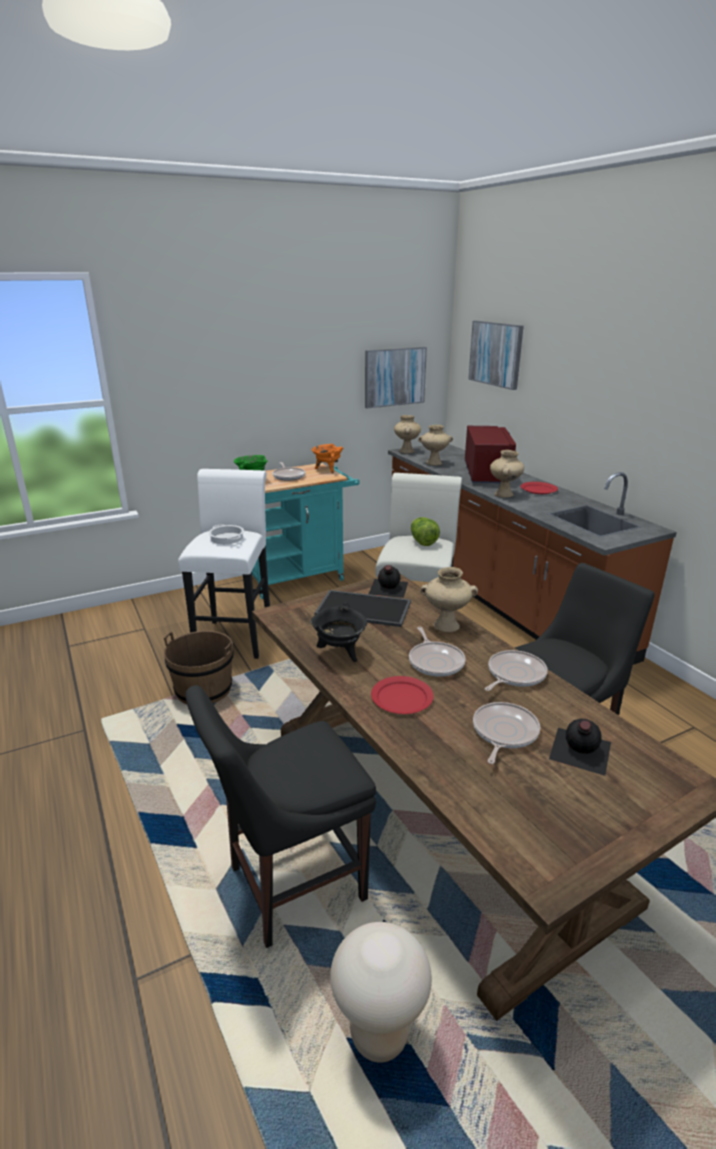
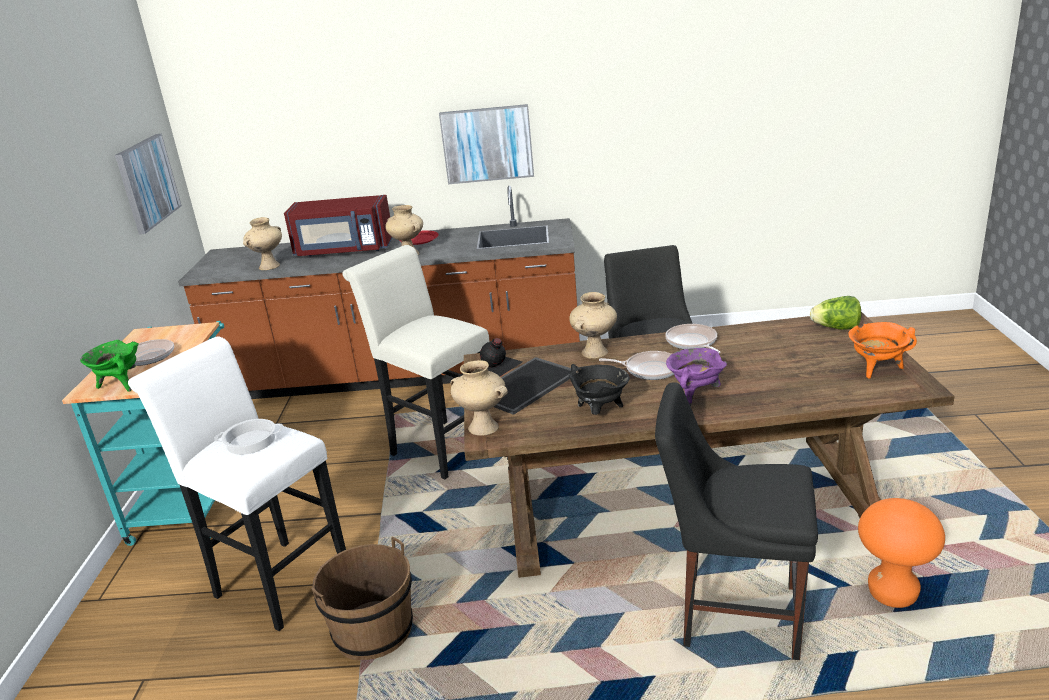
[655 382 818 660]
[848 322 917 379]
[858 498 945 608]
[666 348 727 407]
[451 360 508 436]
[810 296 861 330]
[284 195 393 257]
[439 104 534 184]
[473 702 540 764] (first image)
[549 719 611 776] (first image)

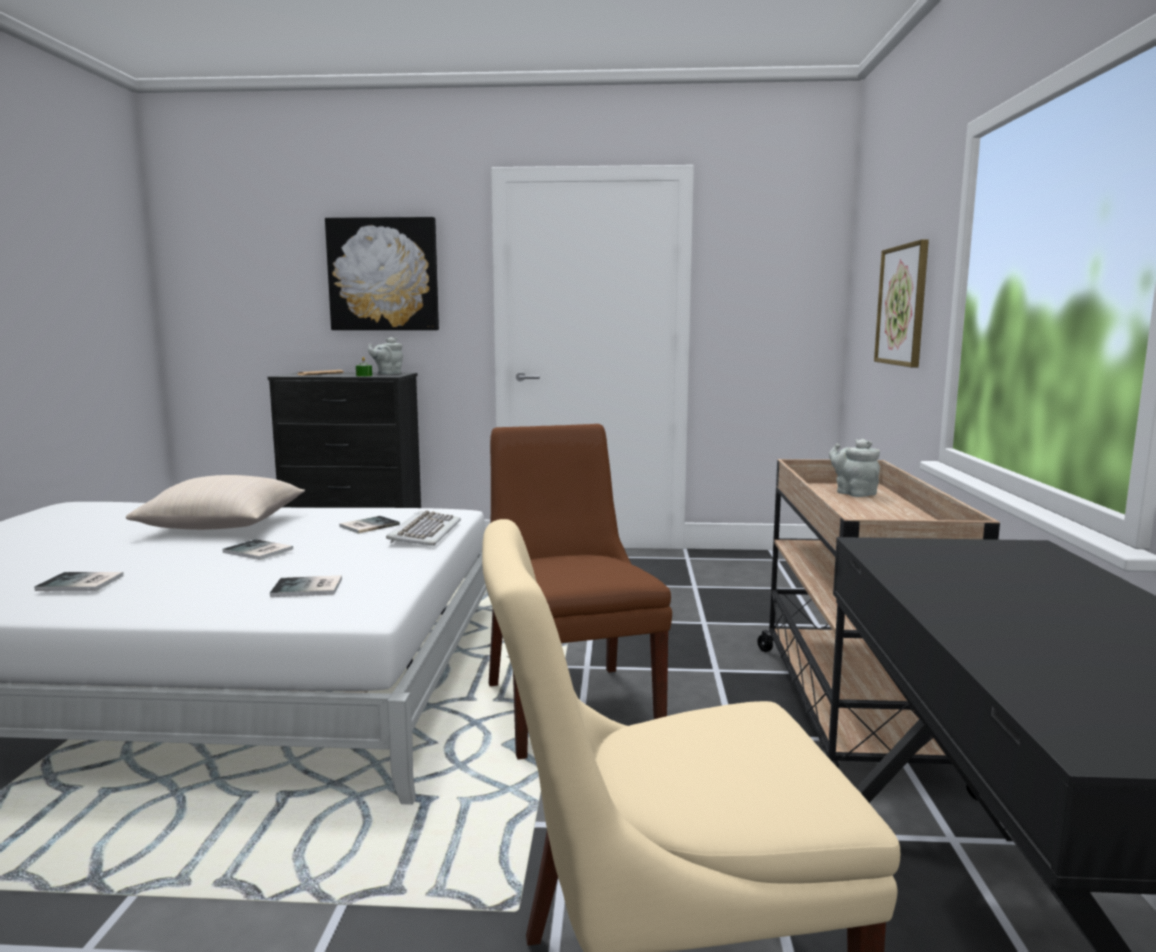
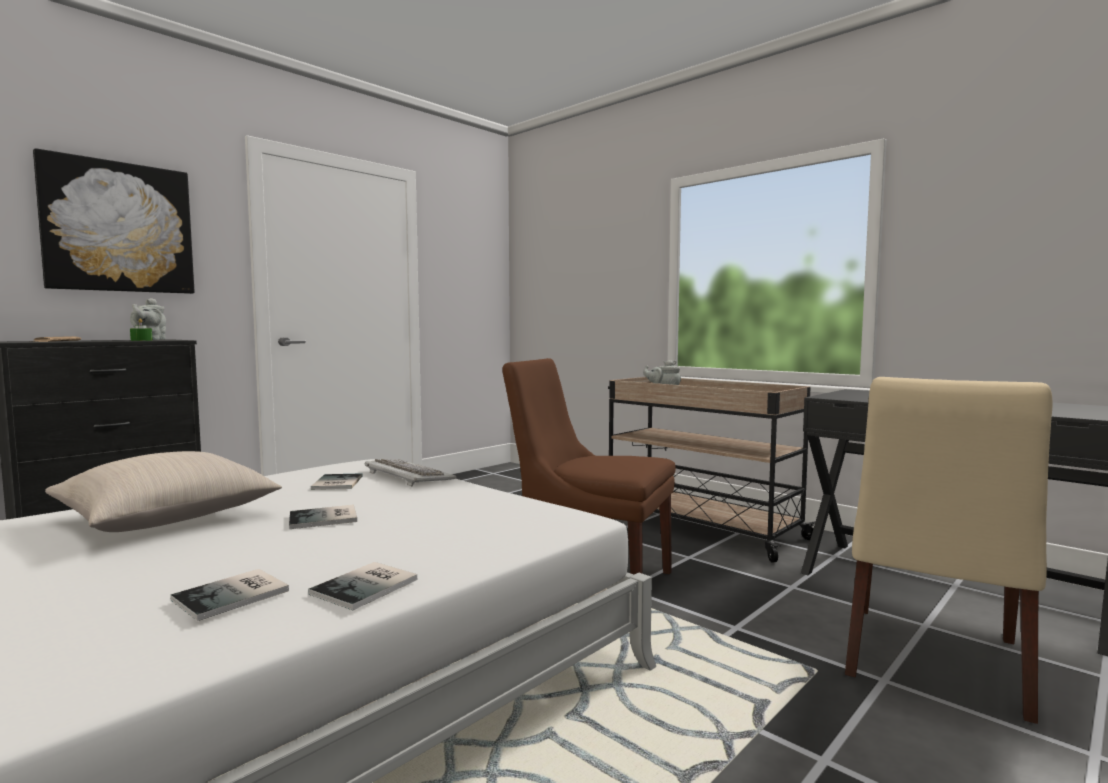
[308 562 417 610]
[874 239 929 367] (first image)

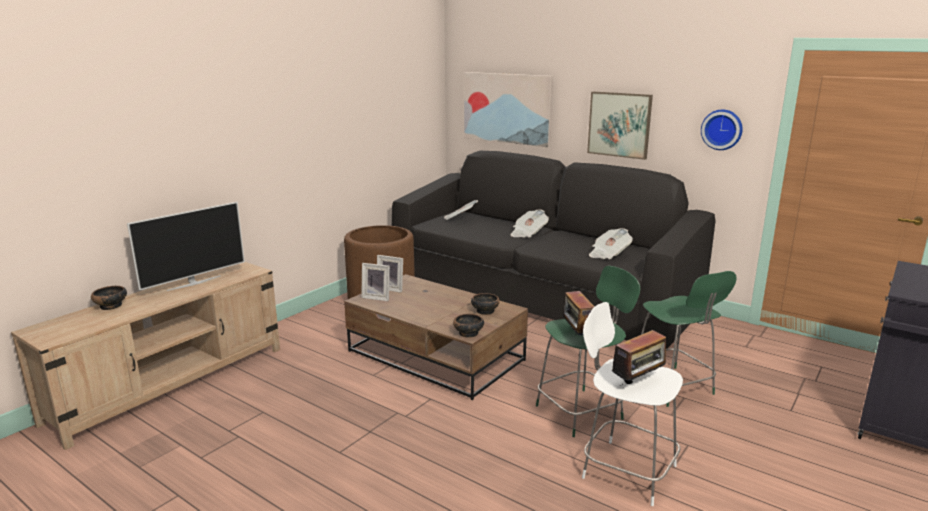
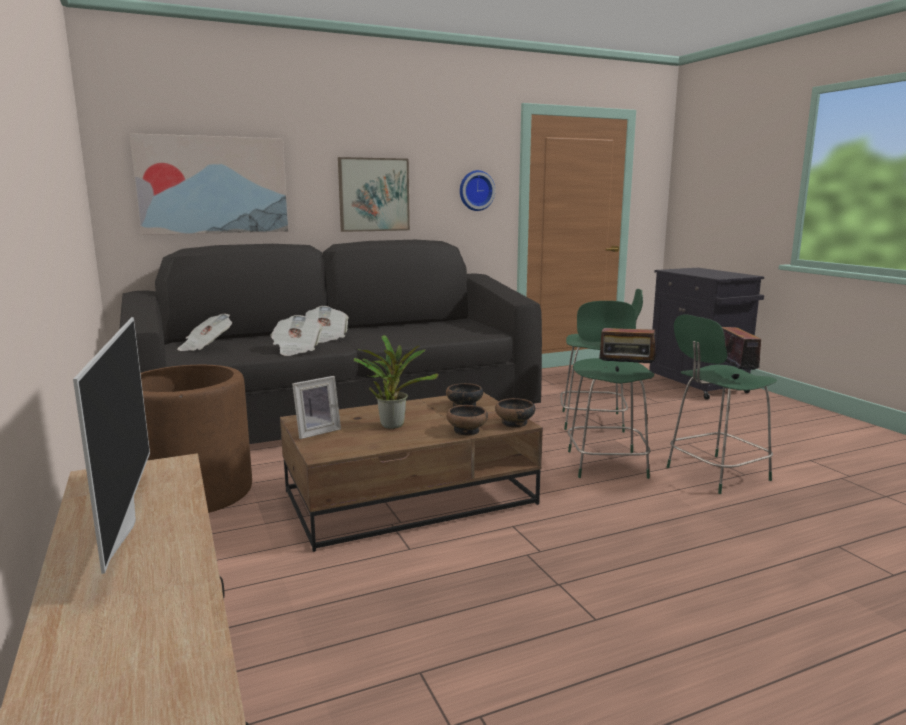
[446 405 488 435]
[361 263 390 301] (first image)
[667 315 777 494]
[270 315 323 356]
[354 335 438 429]

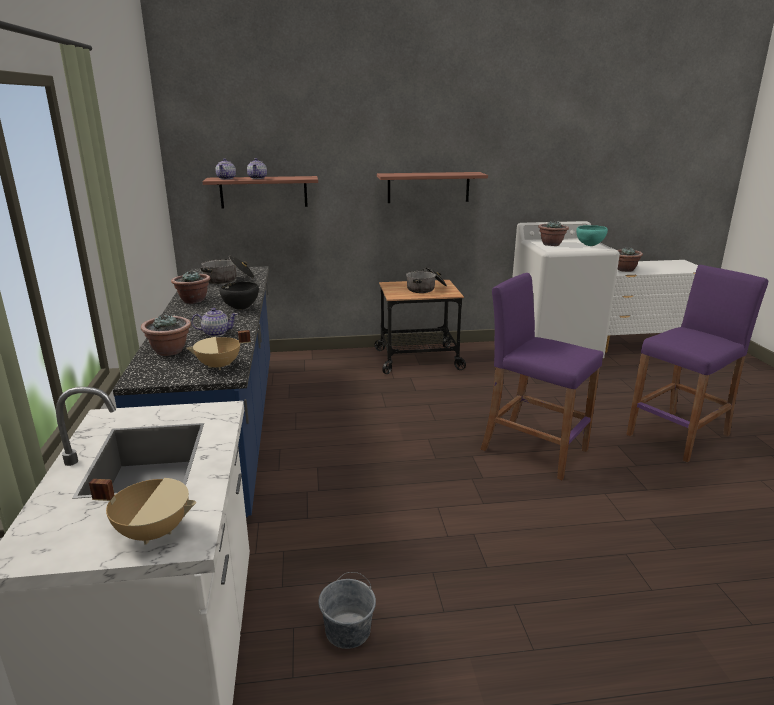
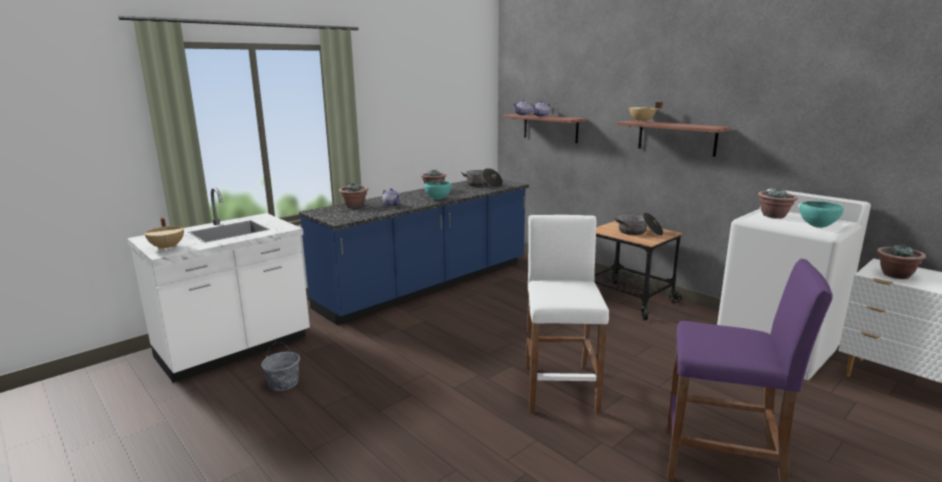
[628 102 663 122]
[424 181 452 200]
[526 215 609 414]

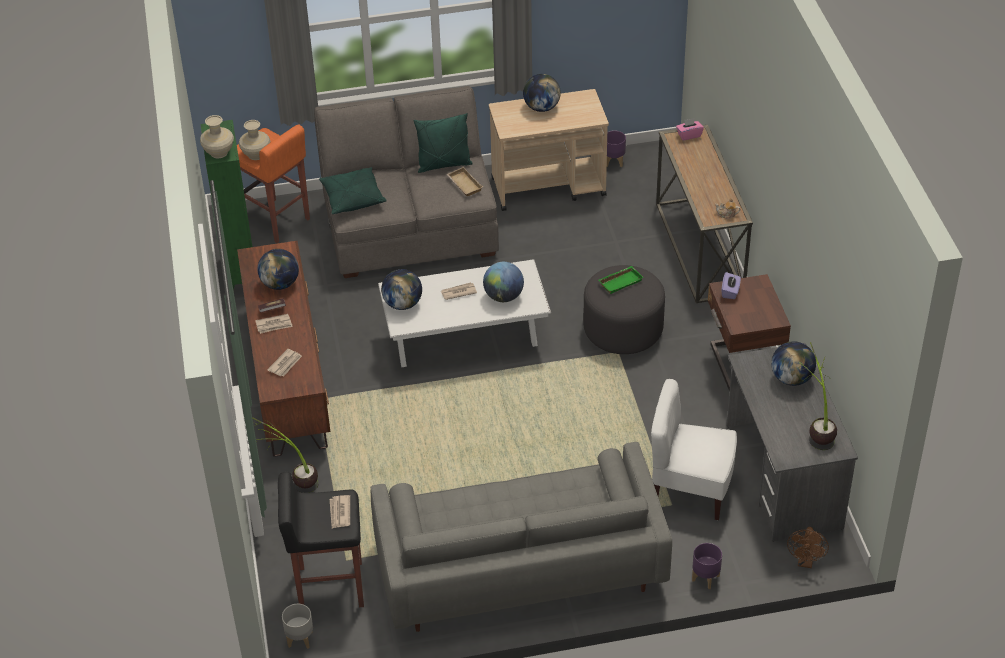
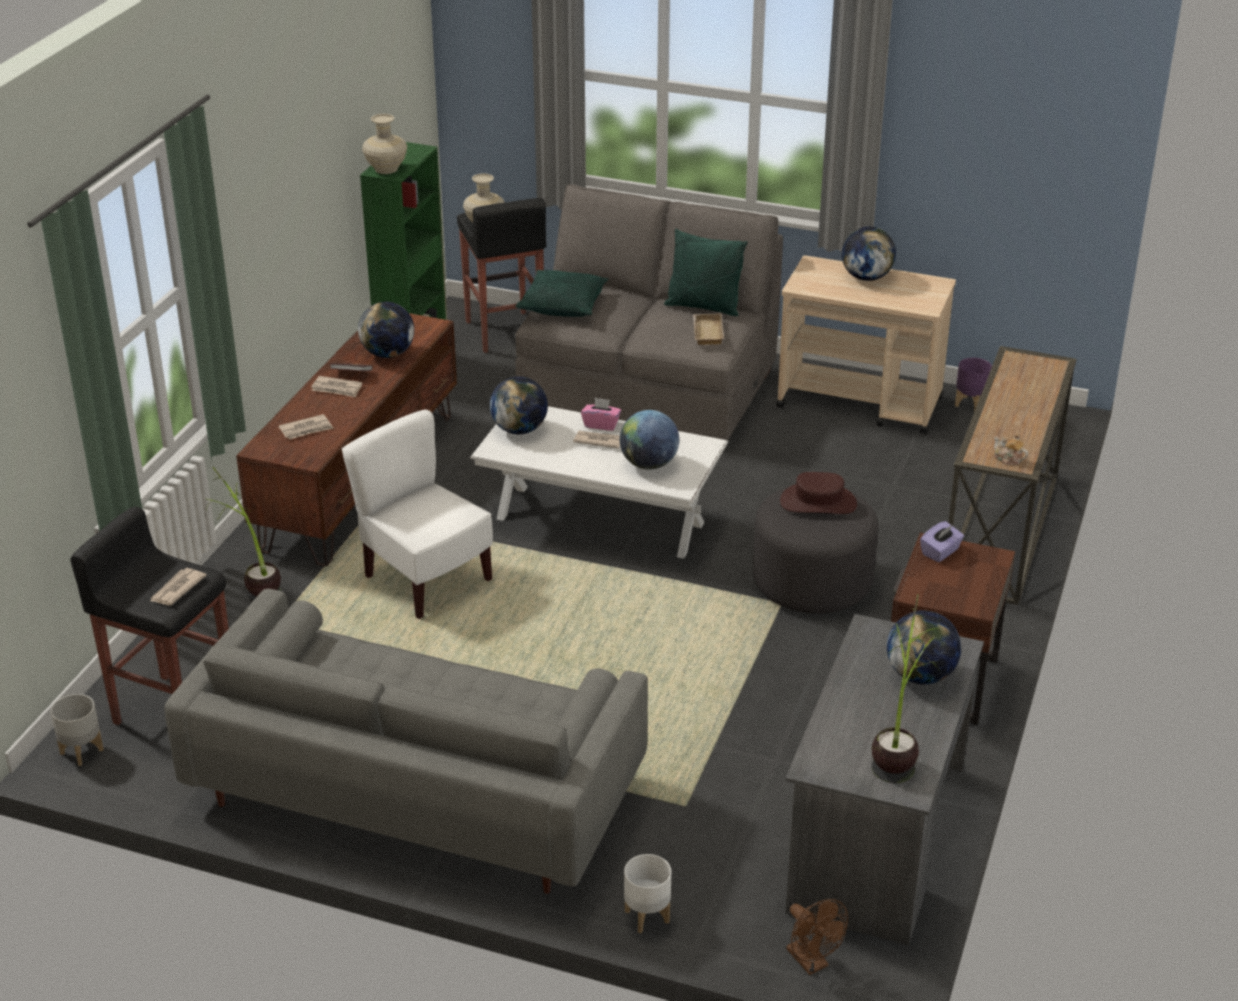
[457 198 546 353]
[780 472 857 514]
[342 409 493 619]
[581 398 621 431]
[624 854 671 933]
[786 899 848 975]

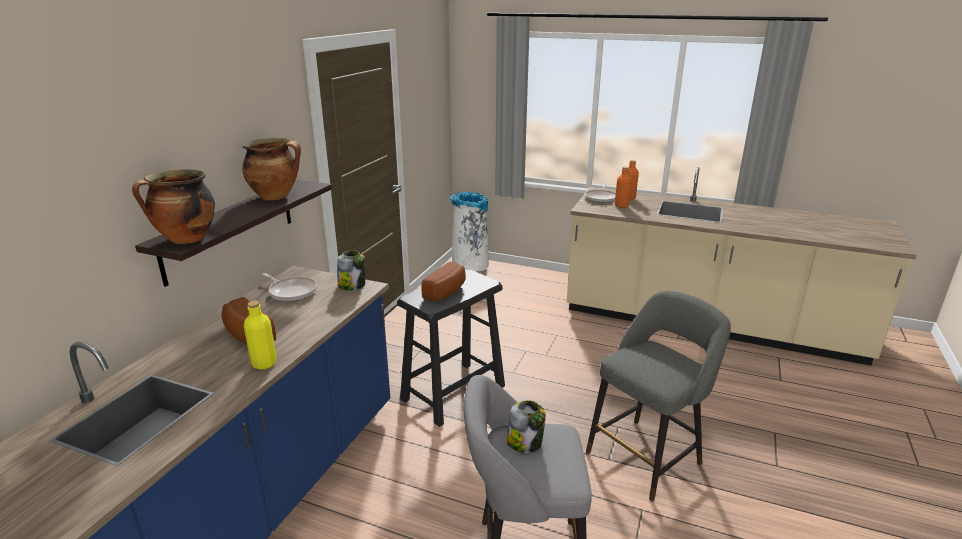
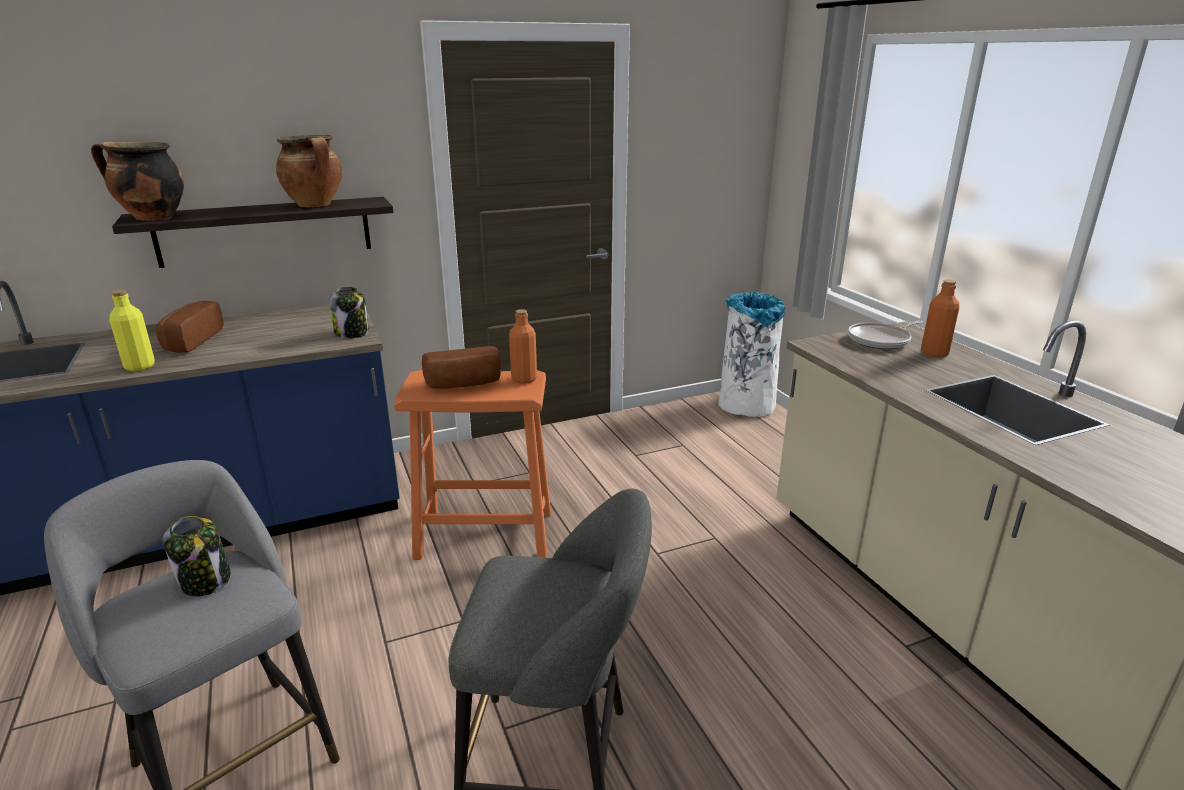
[262 273 317 302] (first image)
[394 370 551 560]
[509 309 537 384]

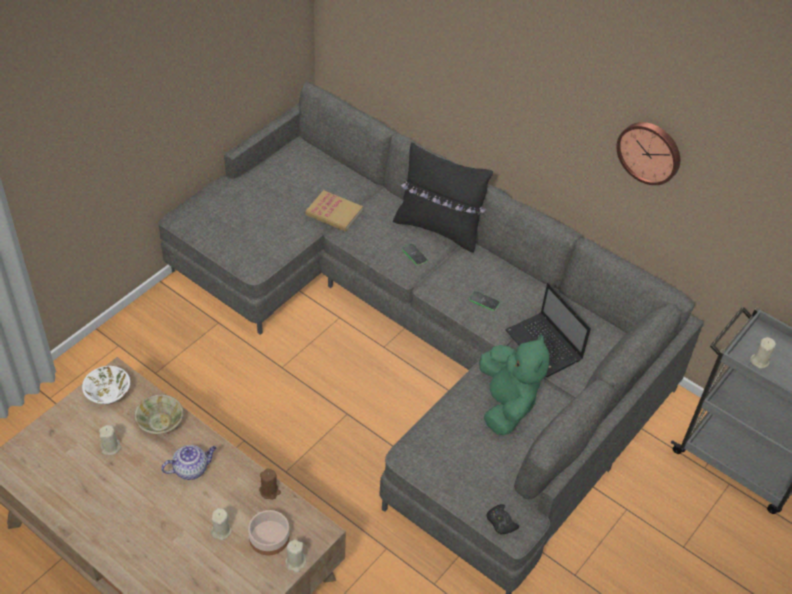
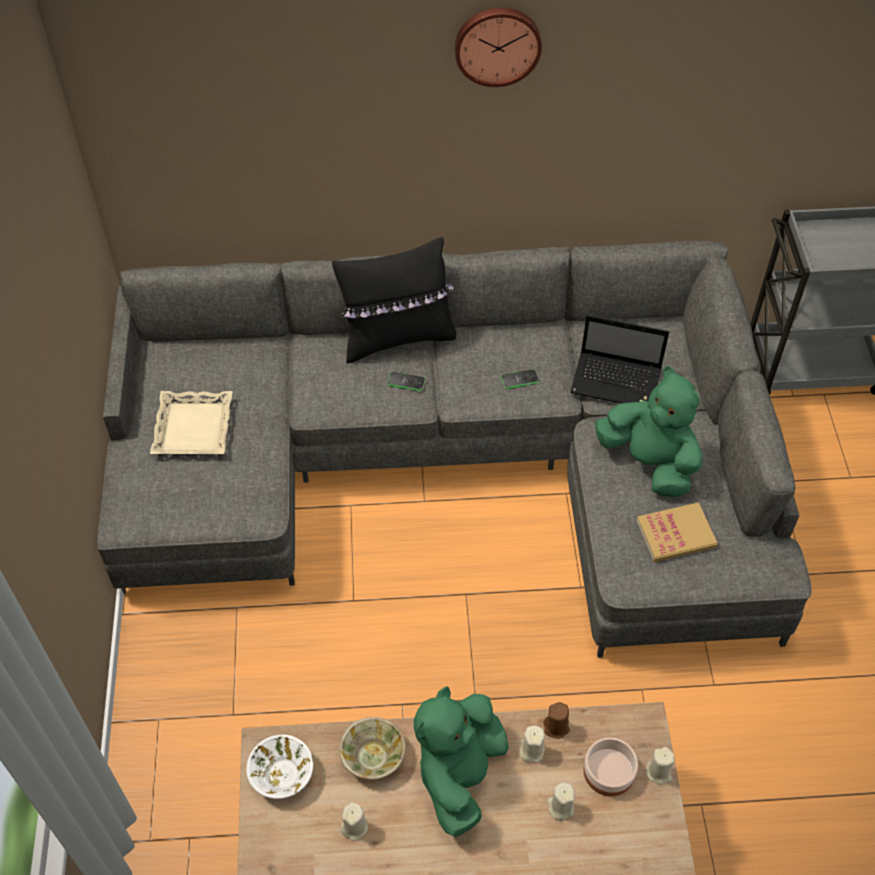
[414 687 509 837]
[636 502 718 562]
[486 504 519 534] (first image)
[455 7 542 87]
[519 726 545 763]
[150 391 233 454]

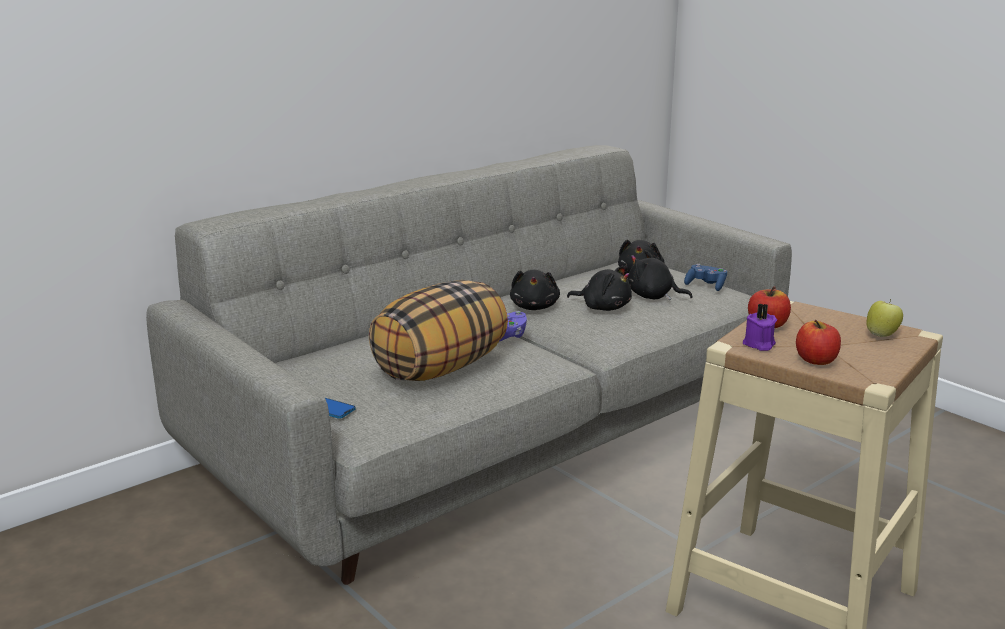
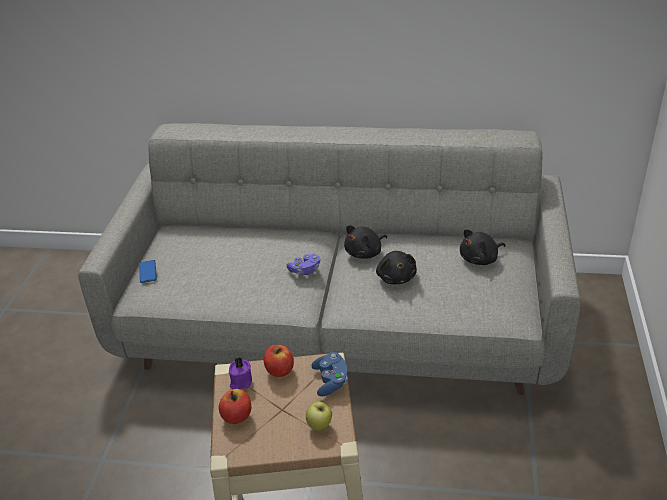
[369 280 508 381] (first image)
[627 250 693 300] (first image)
[311 352 348 396]

